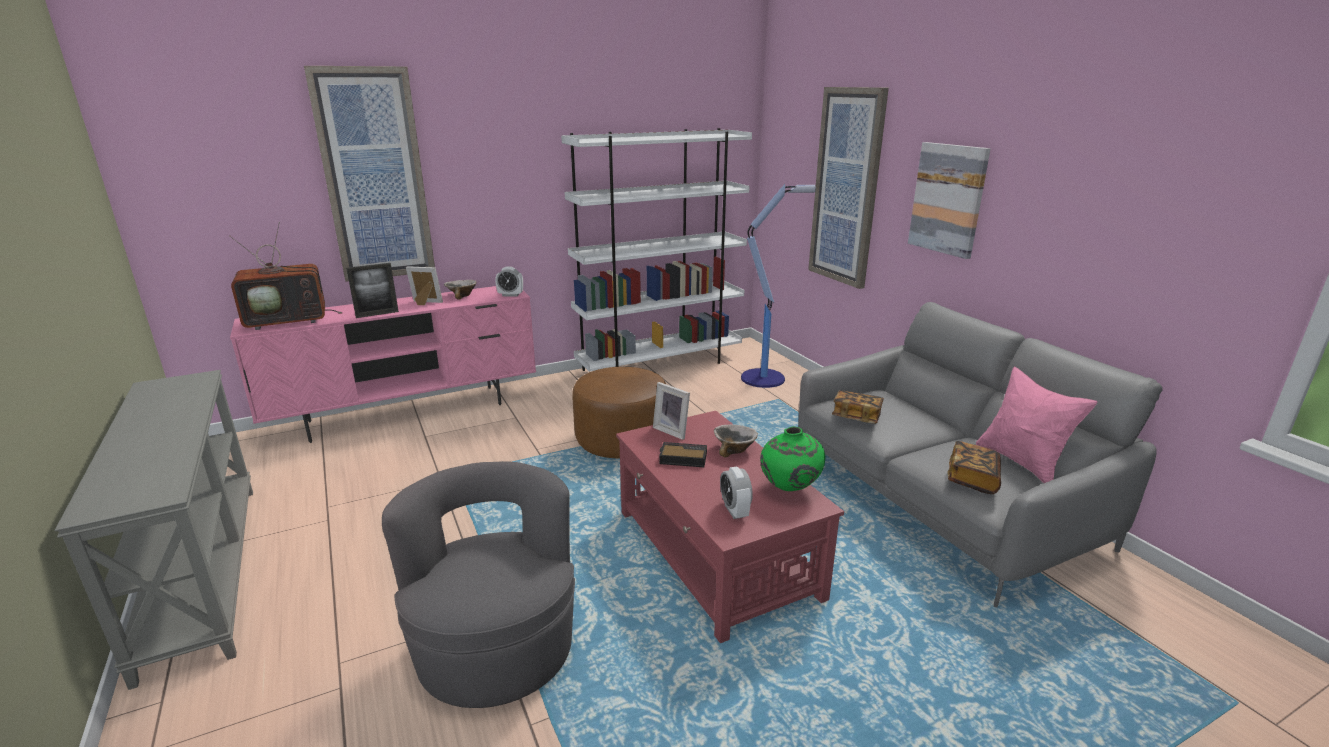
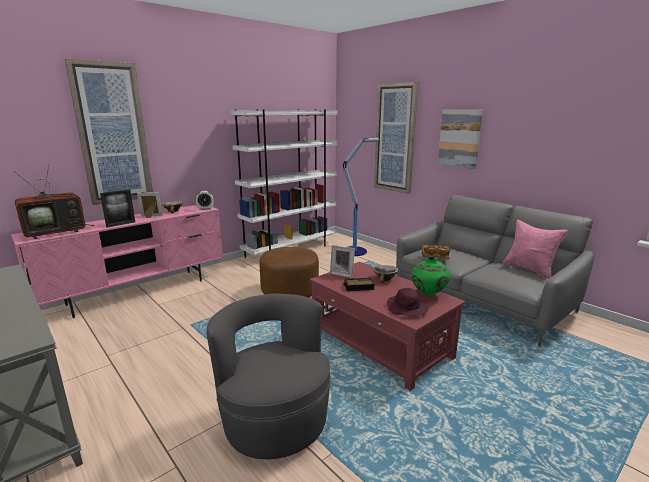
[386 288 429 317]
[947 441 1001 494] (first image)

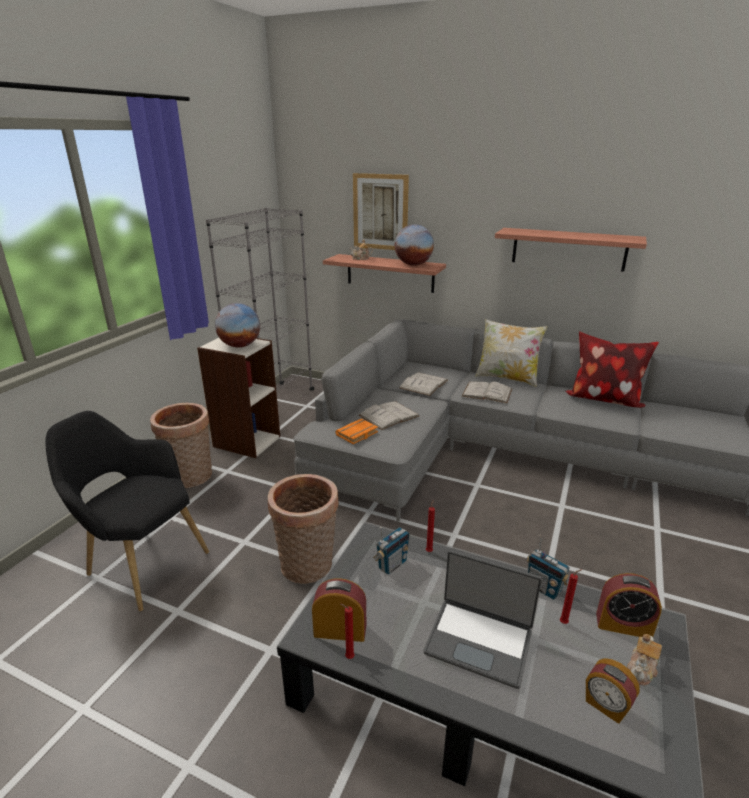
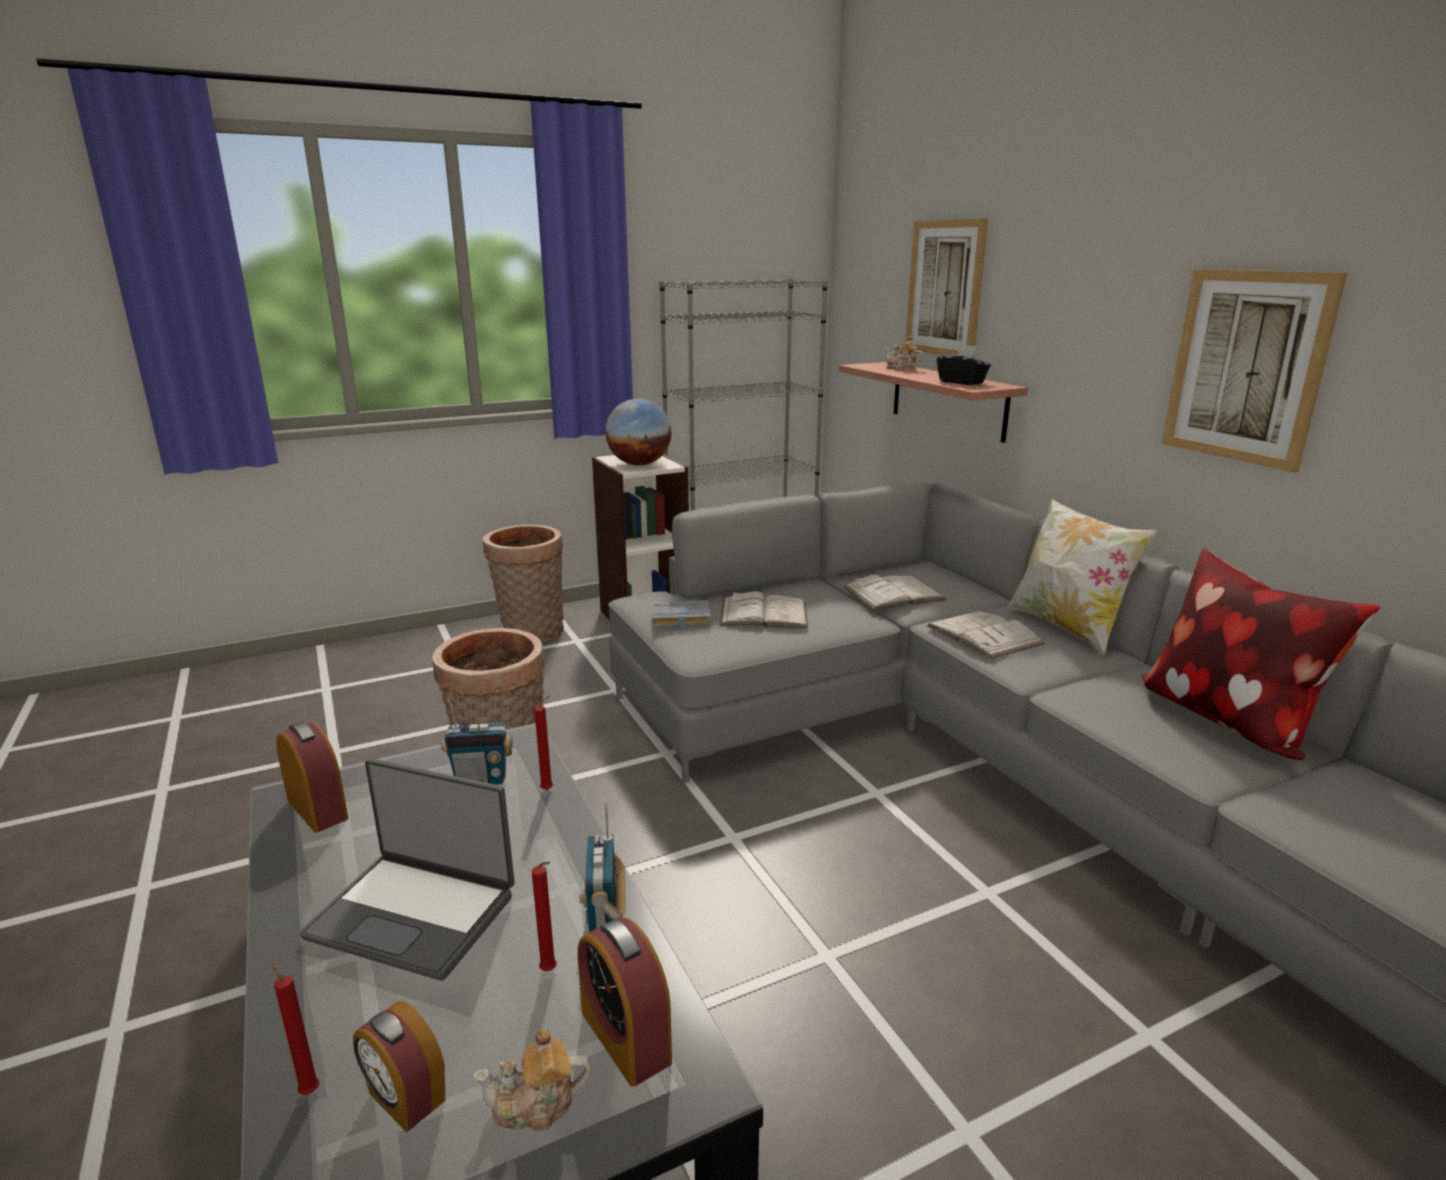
[45 411 209 611] (first image)
[652 600 711 628]
[271 960 320 1095]
[937 345 991 385]
[299 758 515 981]
[1162 269 1347 473]
[353 1001 445 1133]

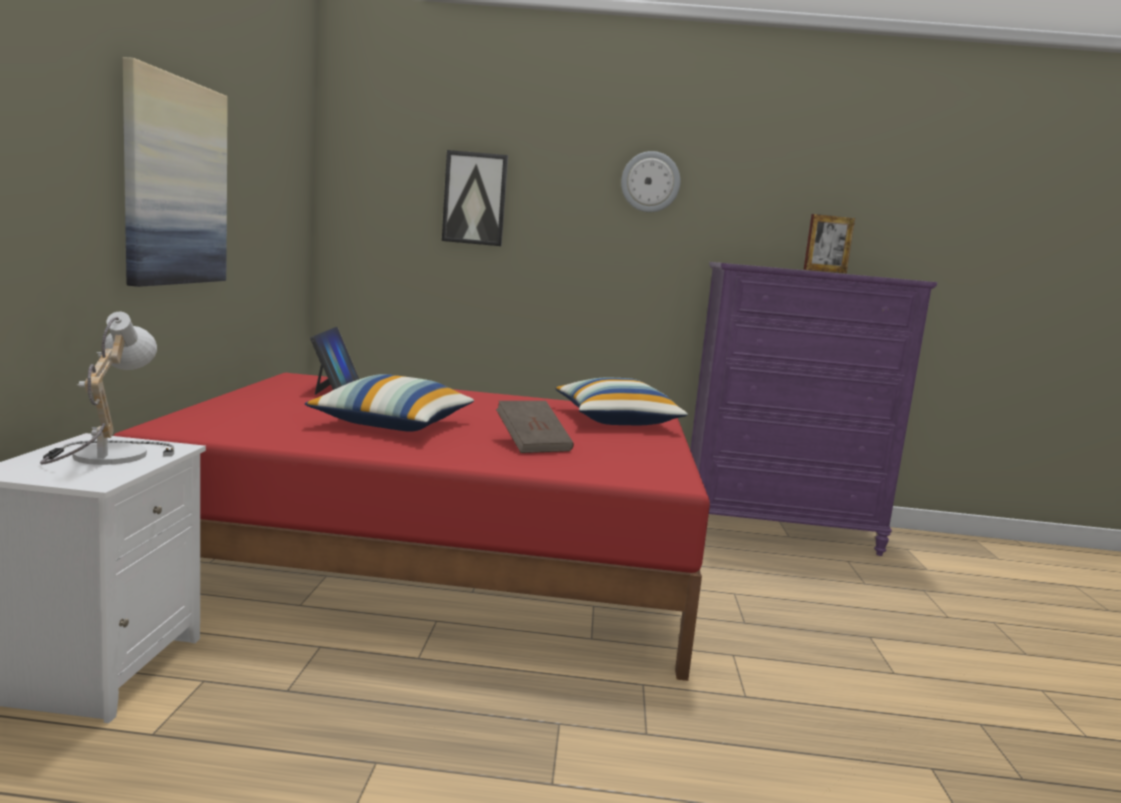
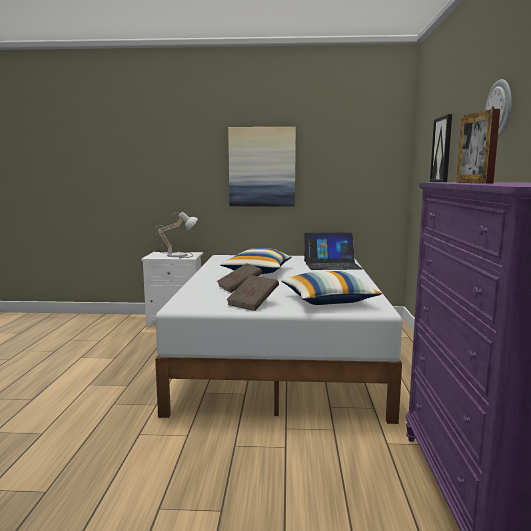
[155 255 402 424]
[226 275 279 311]

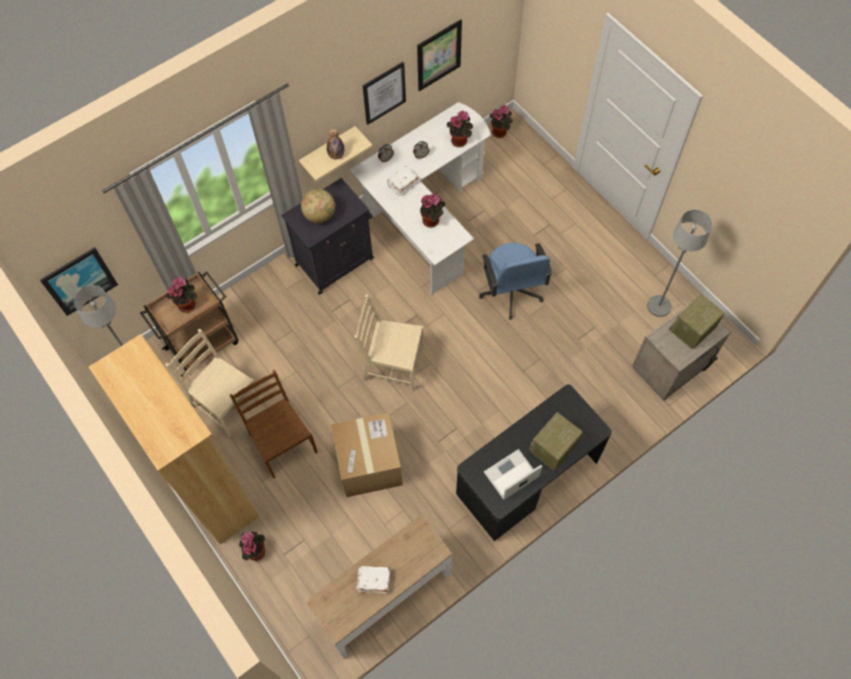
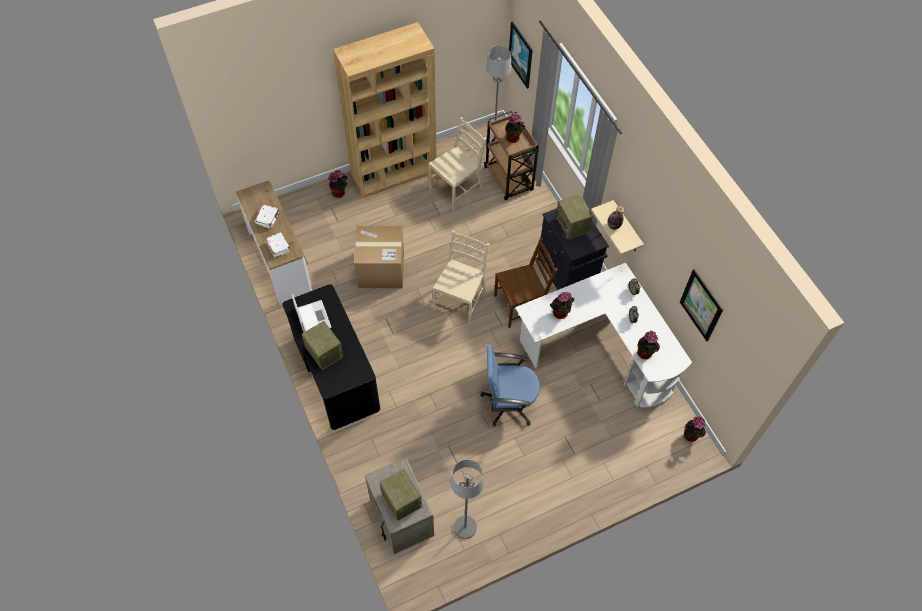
[494 238 558 328]
[556 194 593 240]
[363 62 406 125] (first image)
[266 232 290 257]

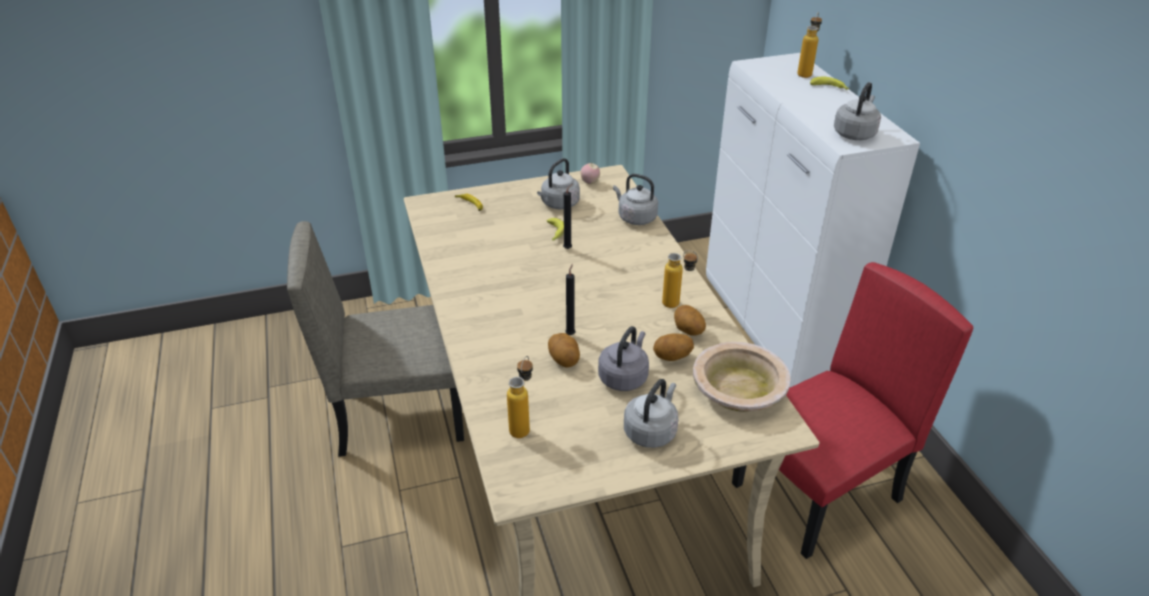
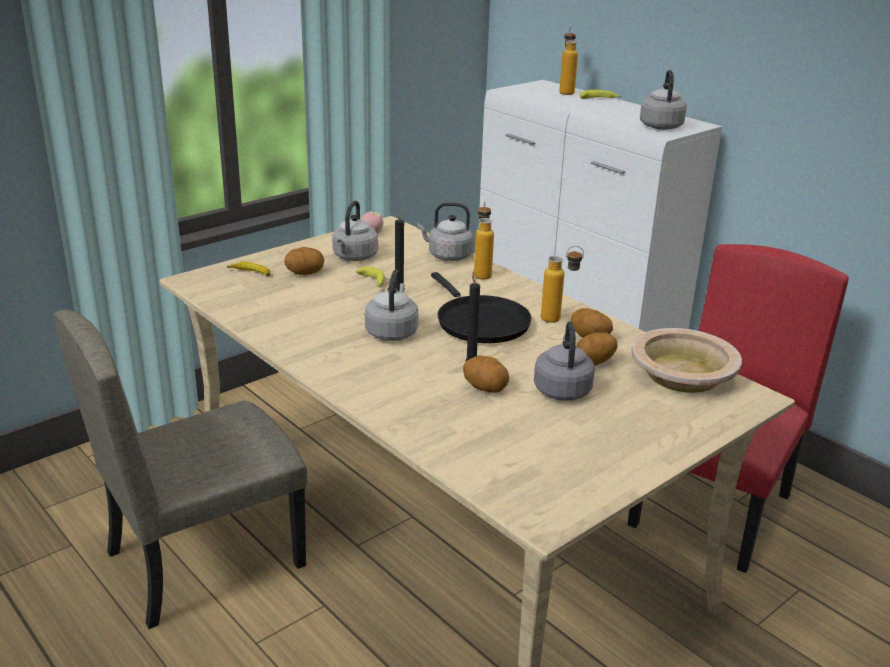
[474 201 494 280]
[365 270 419 341]
[284 247 324 275]
[431 272 532 343]

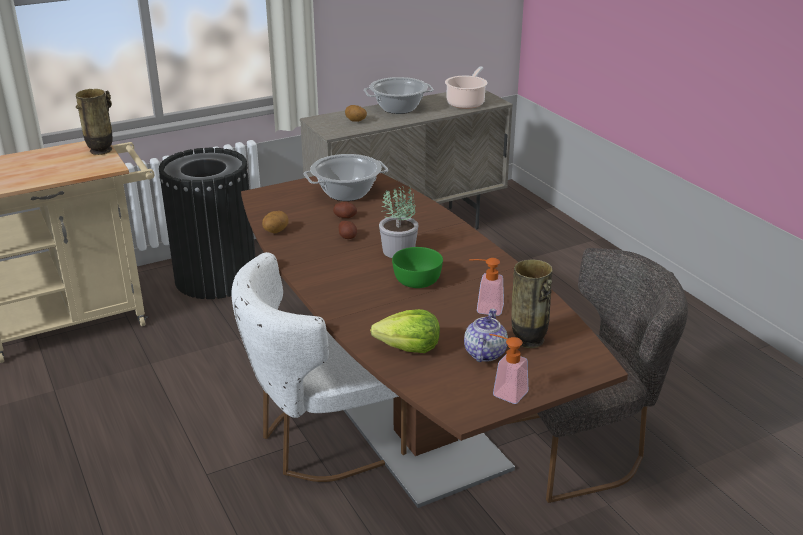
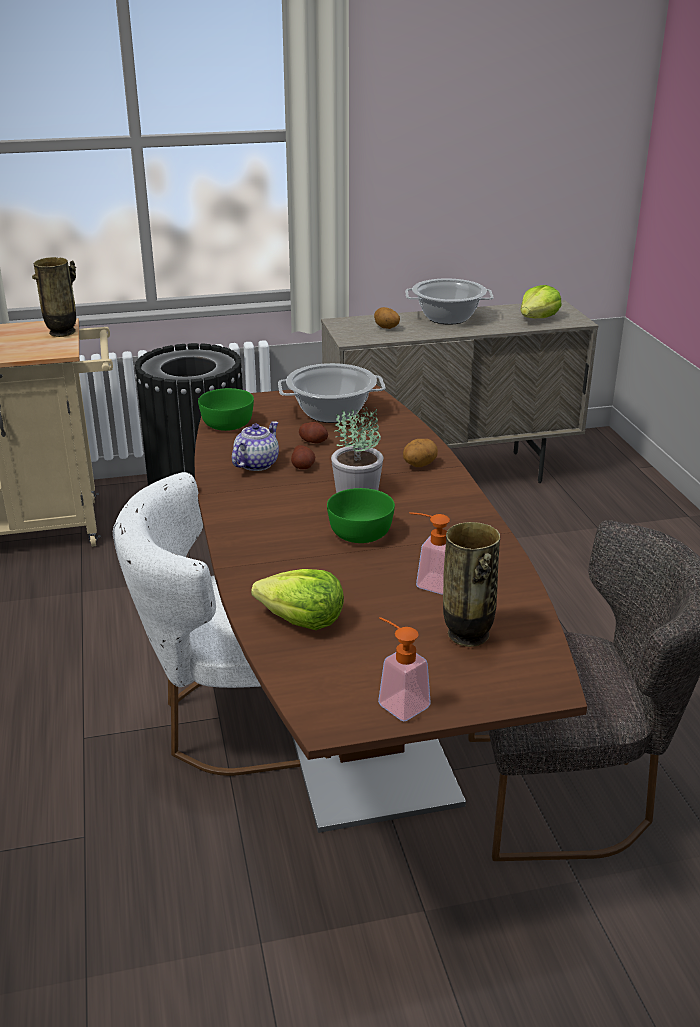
[403 439 438 467]
[521 285 562 318]
[232 421 279 471]
[198 388 254 431]

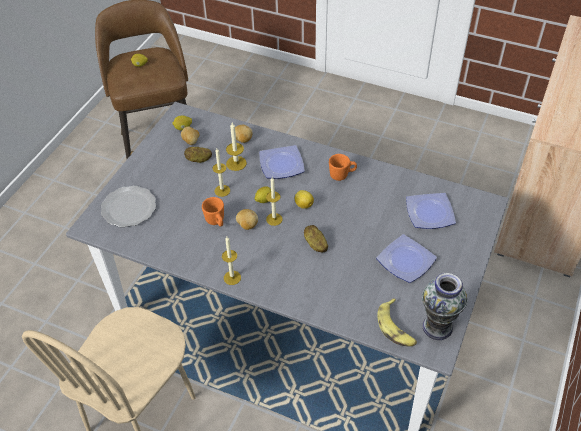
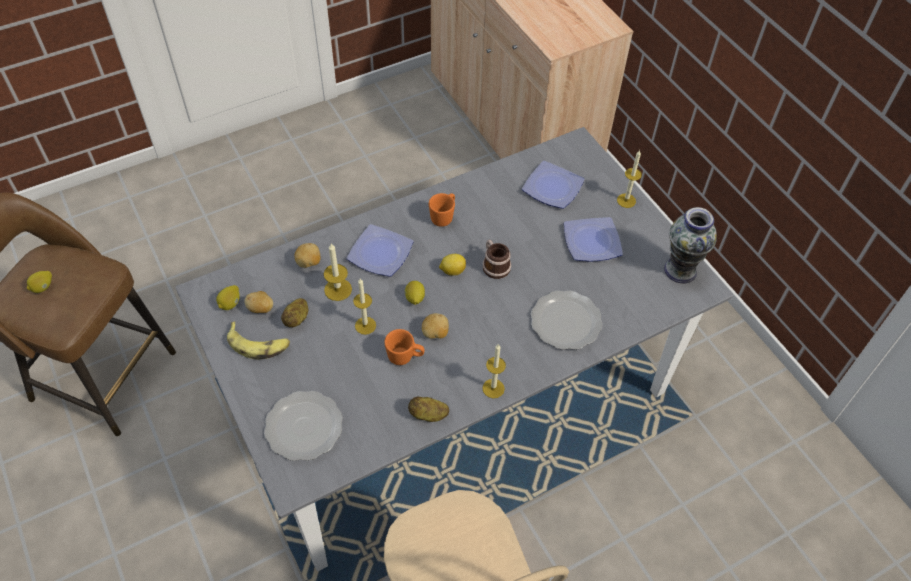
[617 150 642 208]
[408 397 449 422]
[227 321 290 360]
[483 240 511 279]
[531 291 602 350]

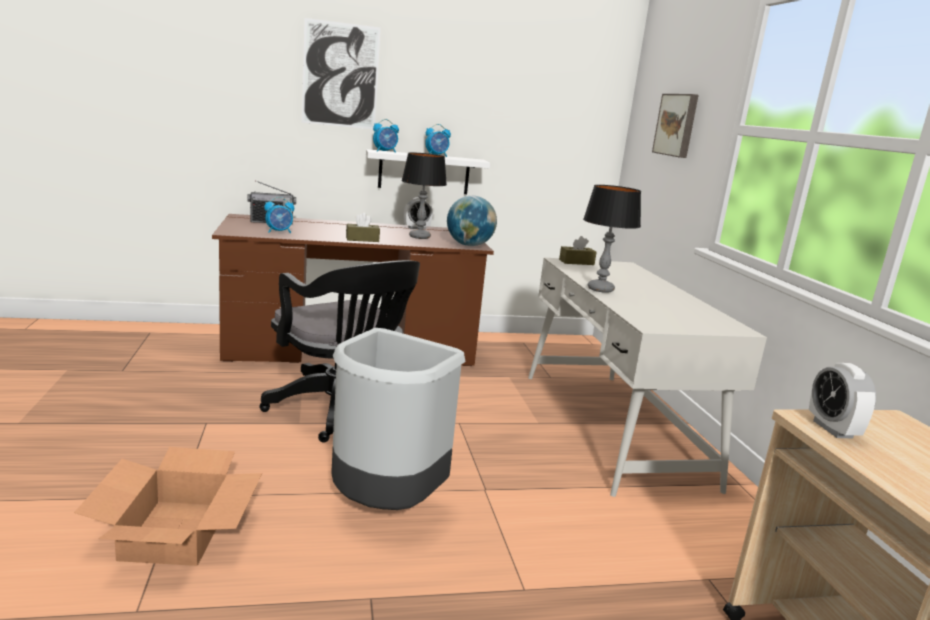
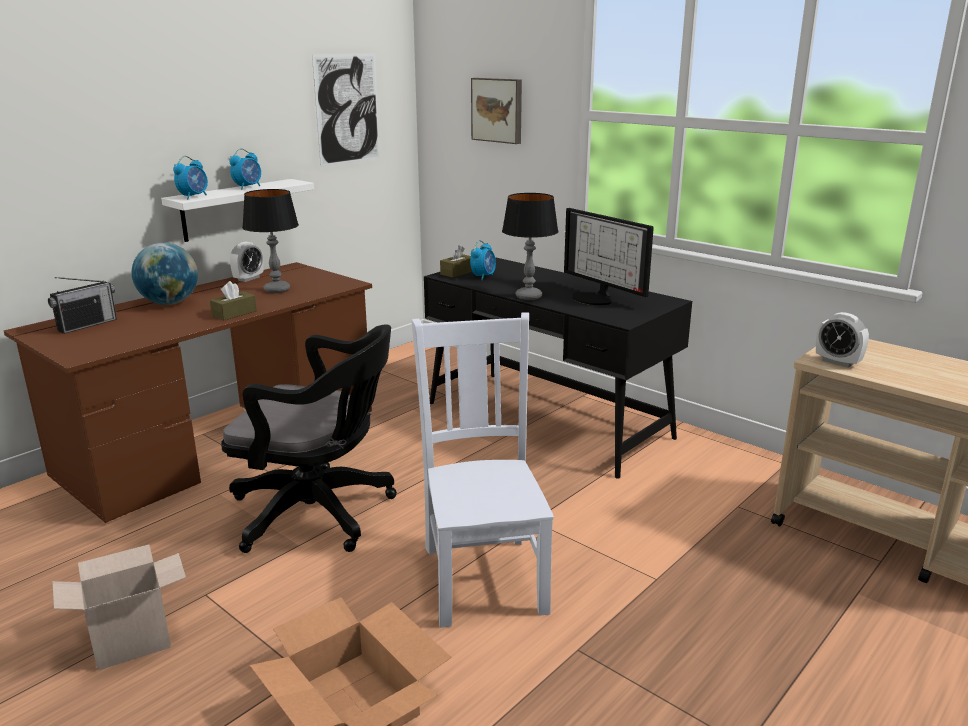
[470 240 496 280]
[312 53 380 166]
[411 312 554 628]
[132 243 198 305]
[424 257 692 479]
[52 544 186 670]
[564 208 654 305]

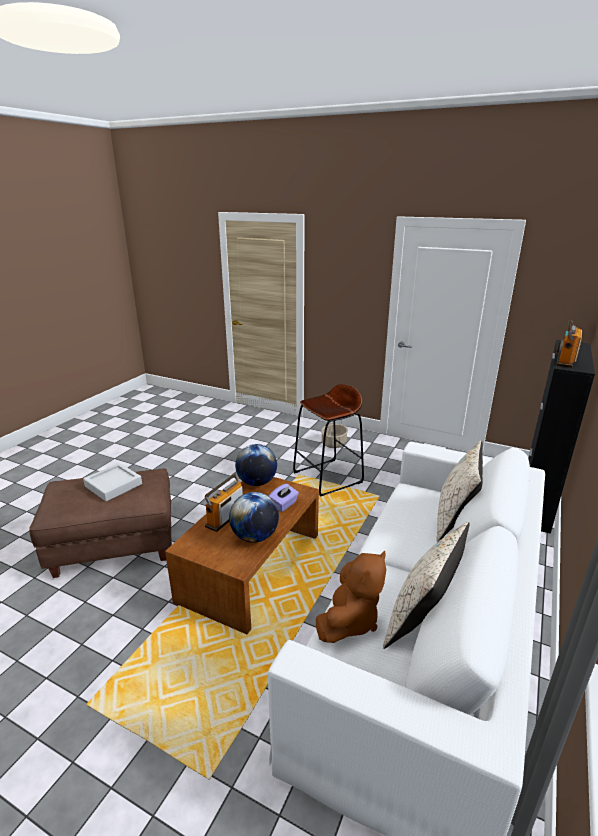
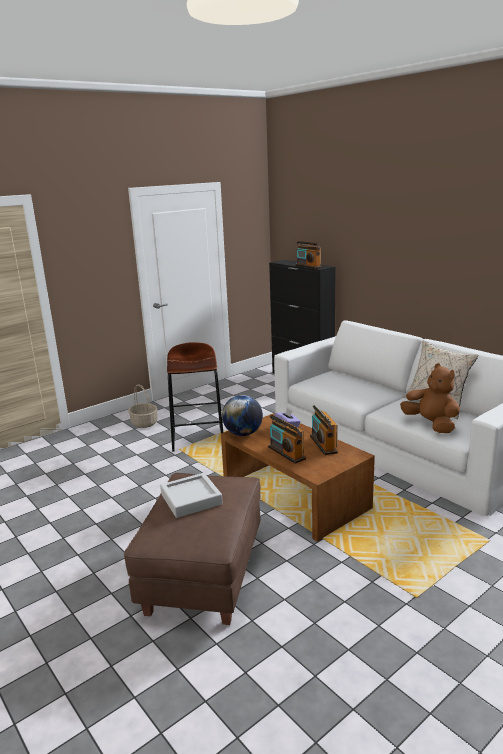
[310 405 338 455]
[436 440 483 542] (first image)

